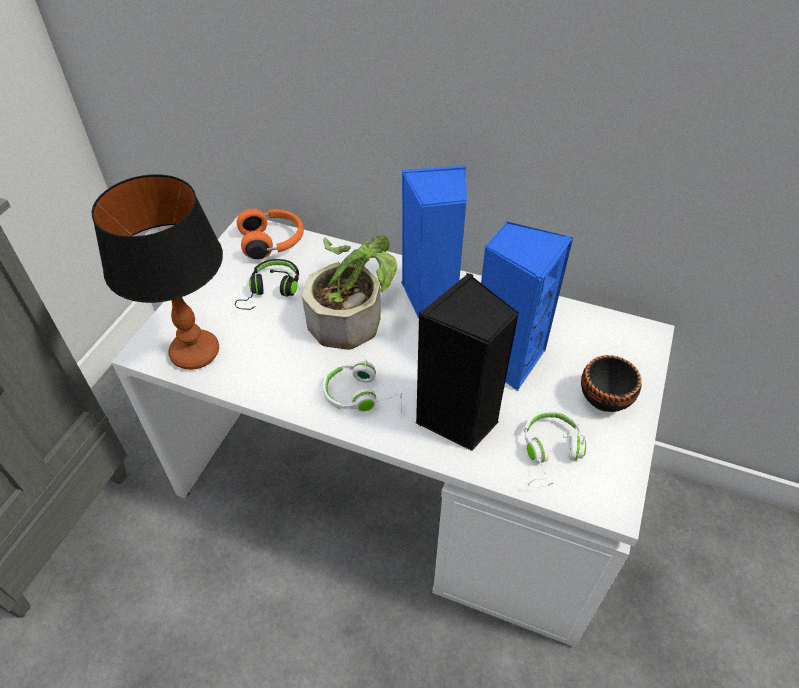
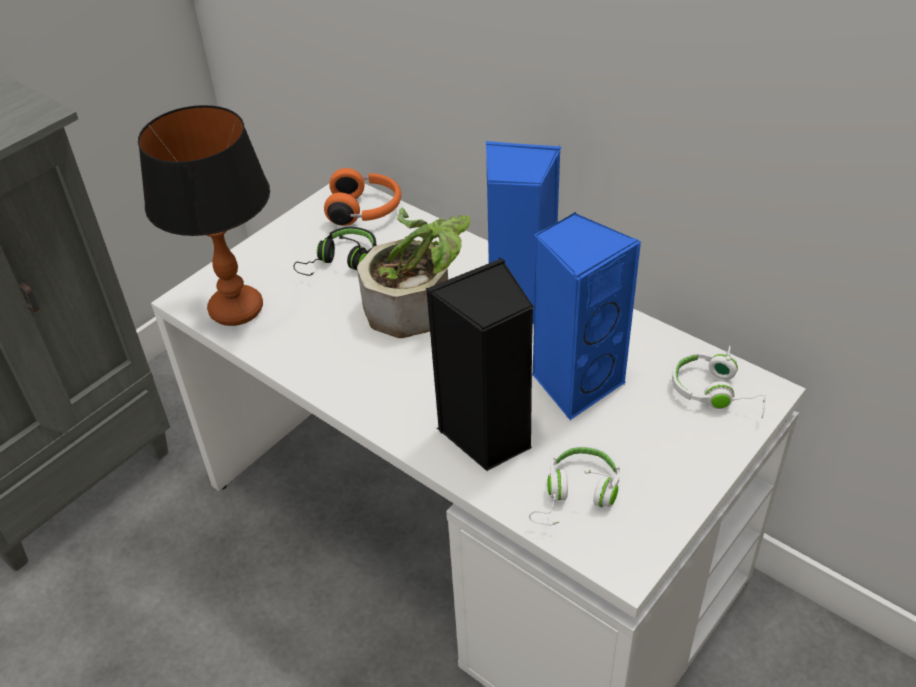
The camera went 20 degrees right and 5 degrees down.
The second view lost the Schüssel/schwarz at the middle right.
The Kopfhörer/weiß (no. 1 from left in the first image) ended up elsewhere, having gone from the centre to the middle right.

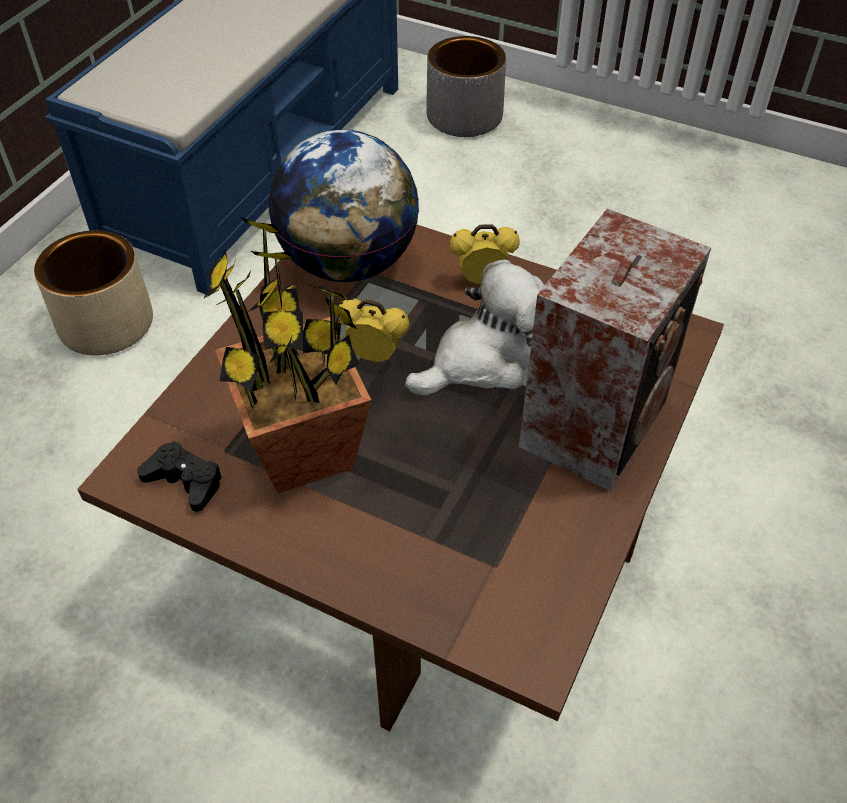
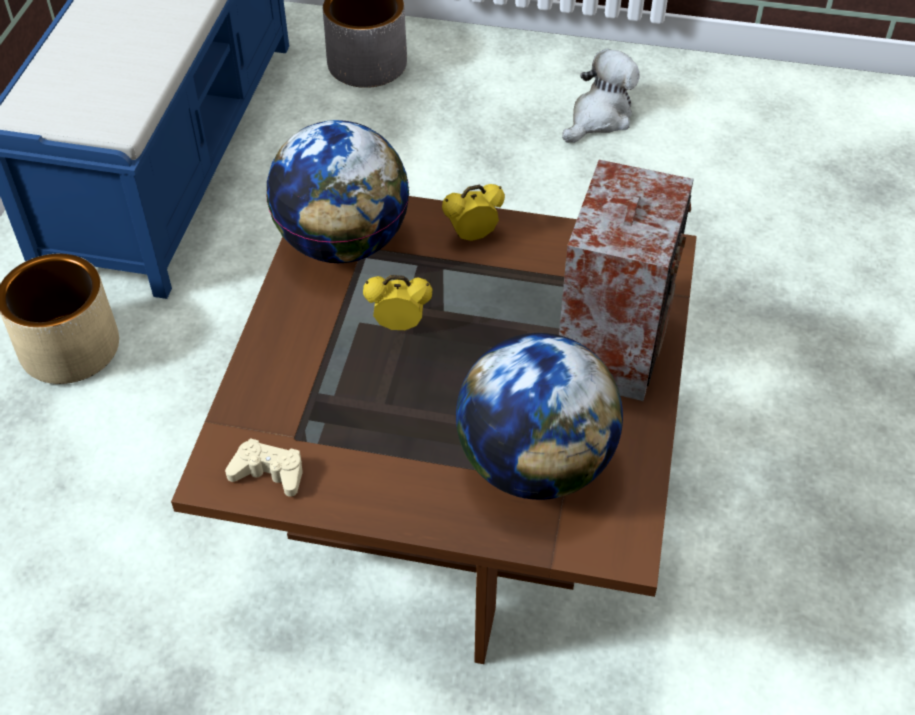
The camera went 15 degrees left and 0 degrees up.
The second view lost the Topfpflanze at the centre.
The second view gained the Globus (no. 2 from left) at the centre.
The Plüschtier ended up elsewhere, having gone from the centre to the top centre.
What was the Gamepad/schwarz at the middle left turned into the Gamepad/beige at the middle left.

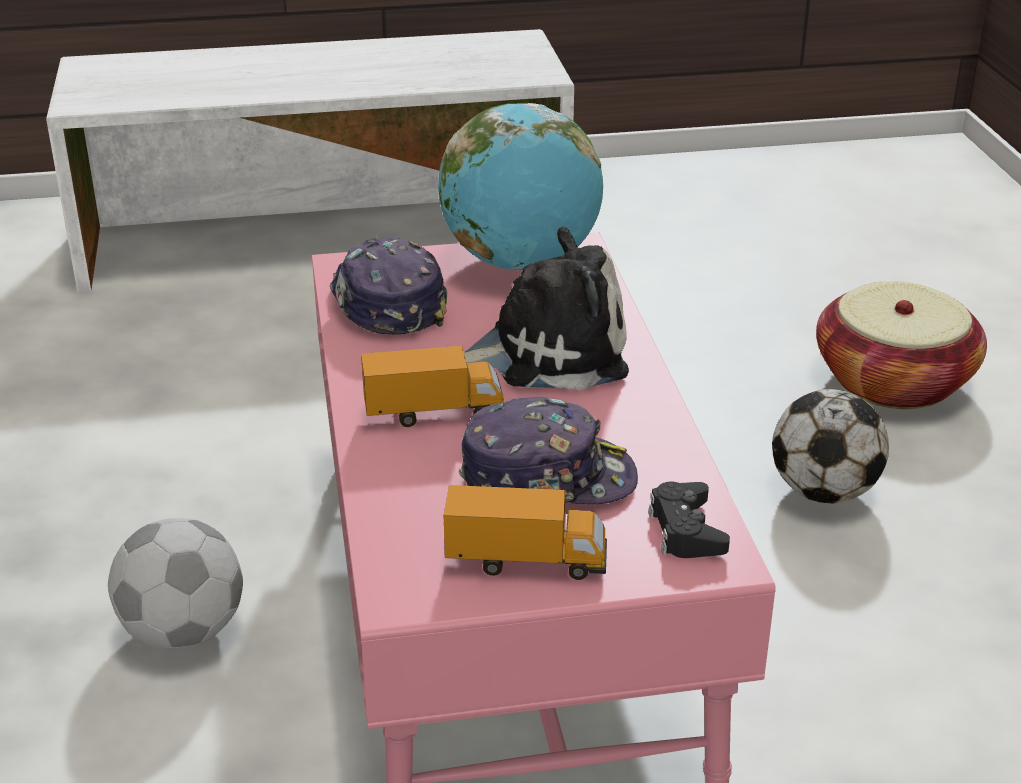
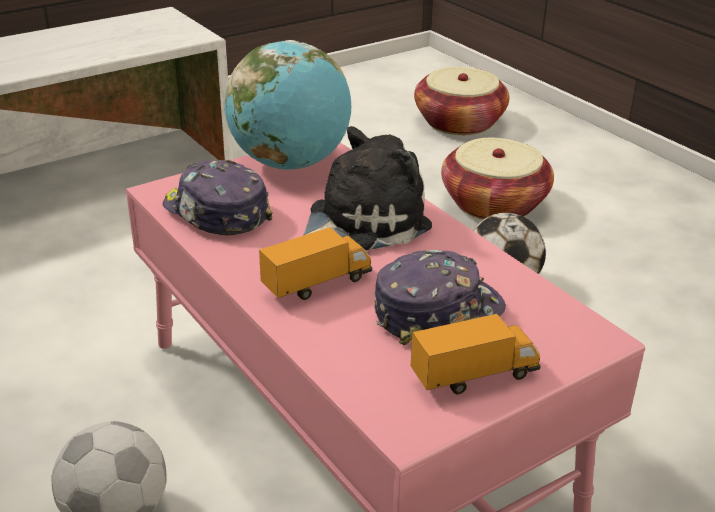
The camera went 25 degrees left and 0 degrees up.
The second view lost the Gamepad/schwarz at the middle right.
The second view gained the Korb (no. 1 from left) at the top centre.

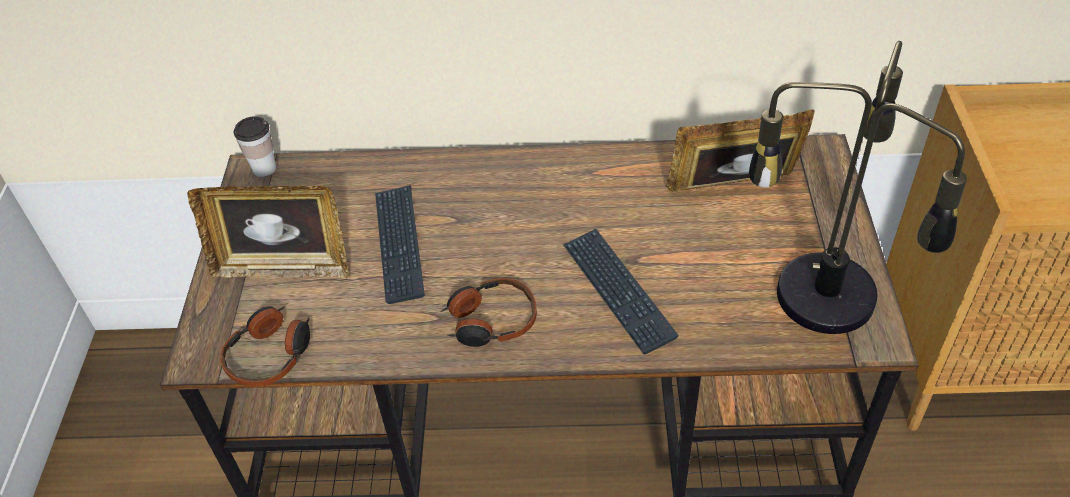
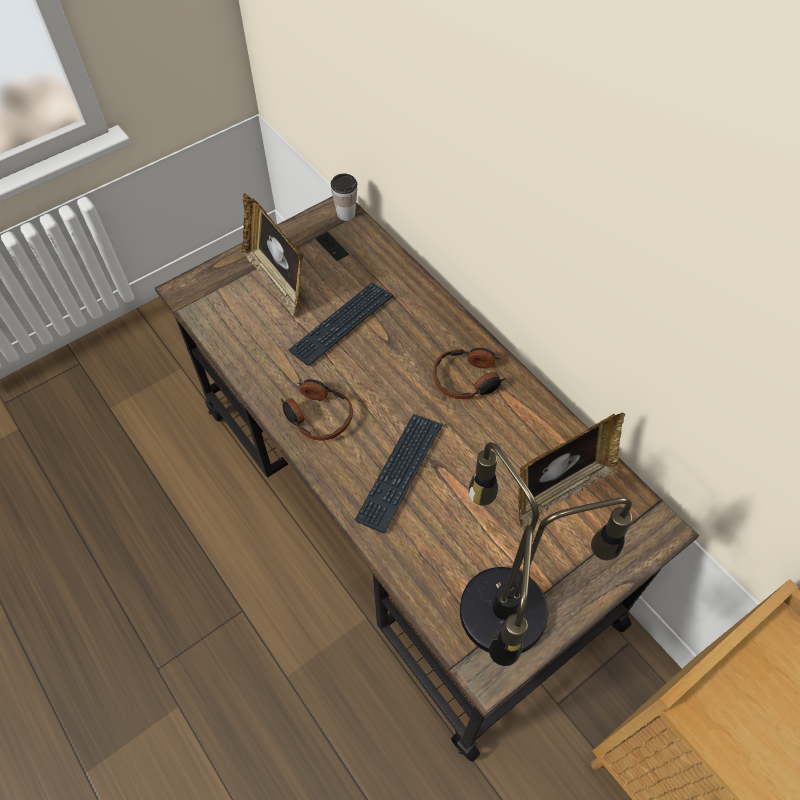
The camera went 50 degrees right and 10 degrees up.
The Kopfhörer (no. 1 from left in the first image) ended up elsewhere, having gone from the bottom left to the centre.
The Bilderrahmen (no. 2 from left) at the top right ended up facing another way, 105 degrees clockwise from before.

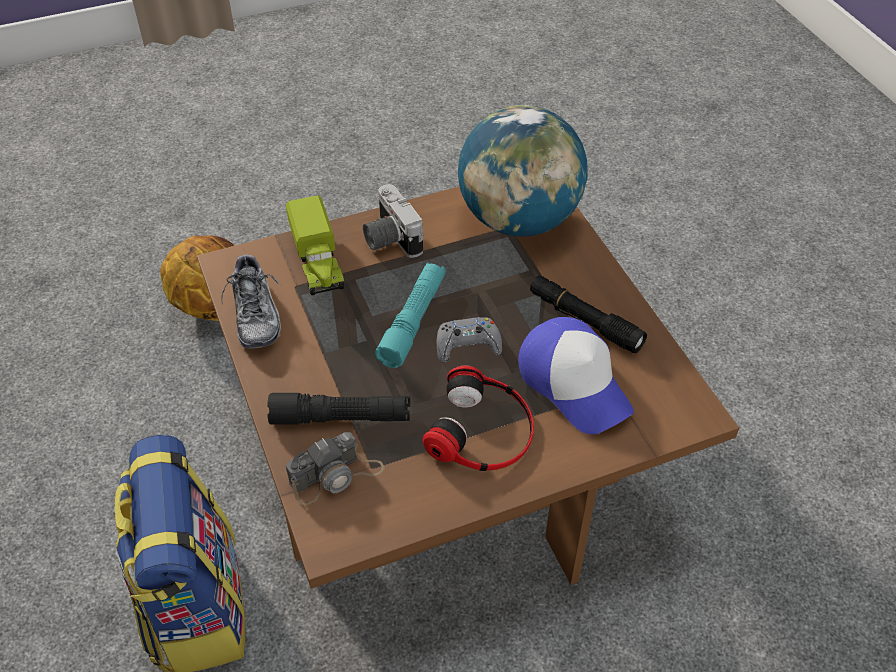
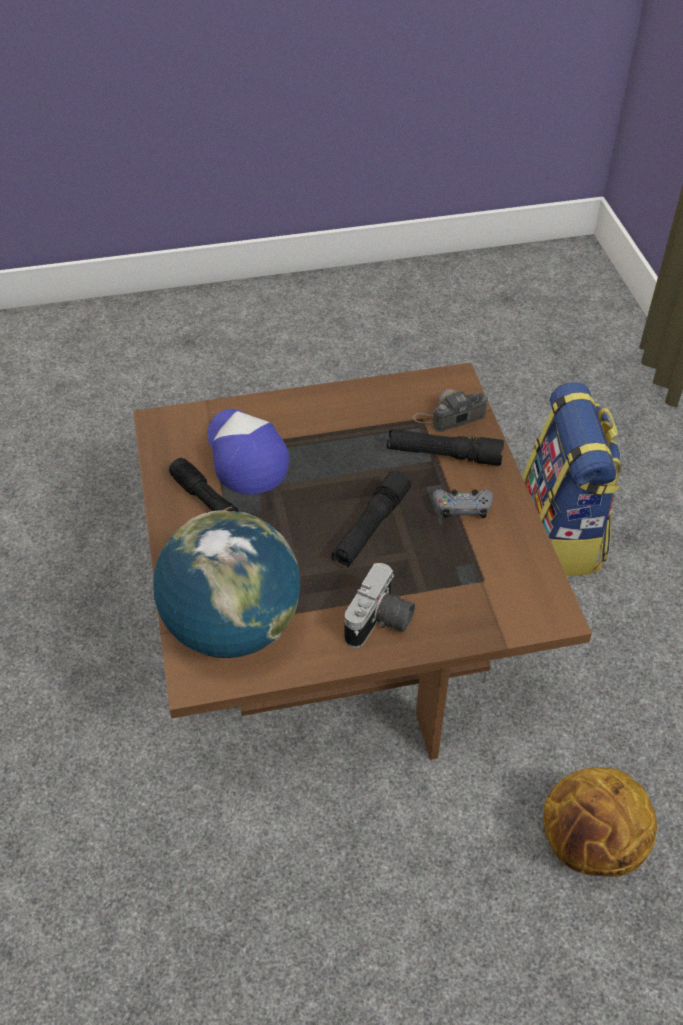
The camera went 170 degrees left and 0 degrees up.
The second view lost the Schuh at the middle left.
The second view lost the Spielzeuglaster at the centre.
The second view lost the Kopfhörer at the centre.
The Gamepad/grau ended up elsewhere, having gone from the centre to the middle right.
What was the Taschenlampe/türkis at the centre turned into the Taschenlampe/schwarz (no. 2 from left) at the centre.
The Kamera (no. 2 from left in the first image) at the top centre ended up facing another way, 45 degrees clockwise from before.

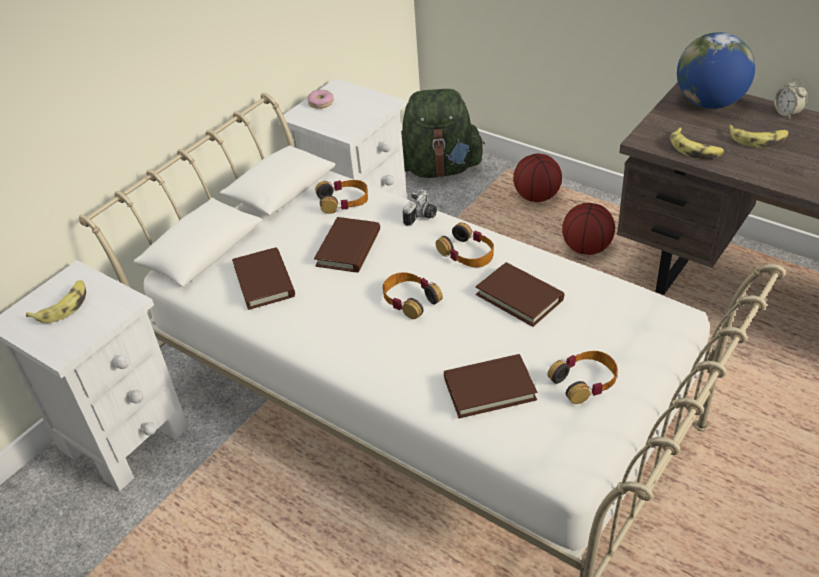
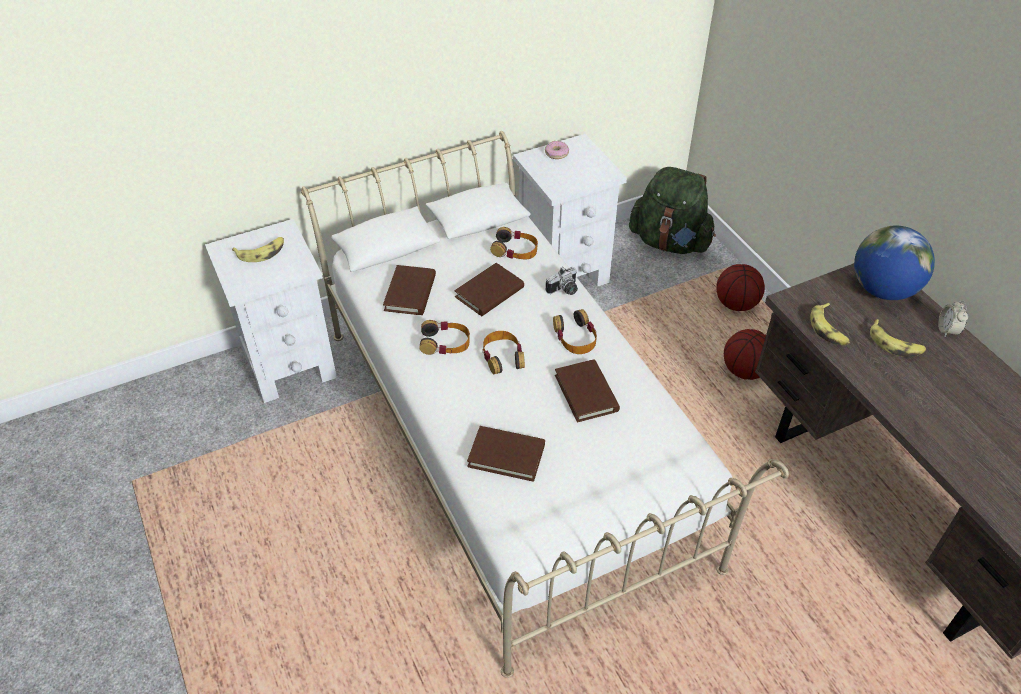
The camera went 25 degrees right and 5 degrees up.
The Kopfhörer (no. 4 from left in the first image) ended up elsewhere, having gone from the middle right to the centre.

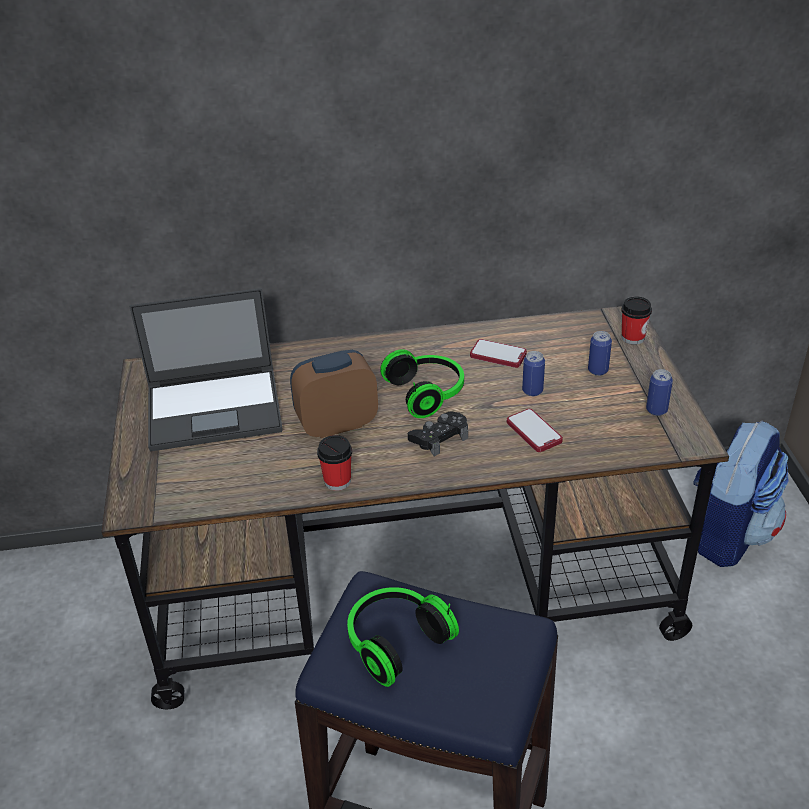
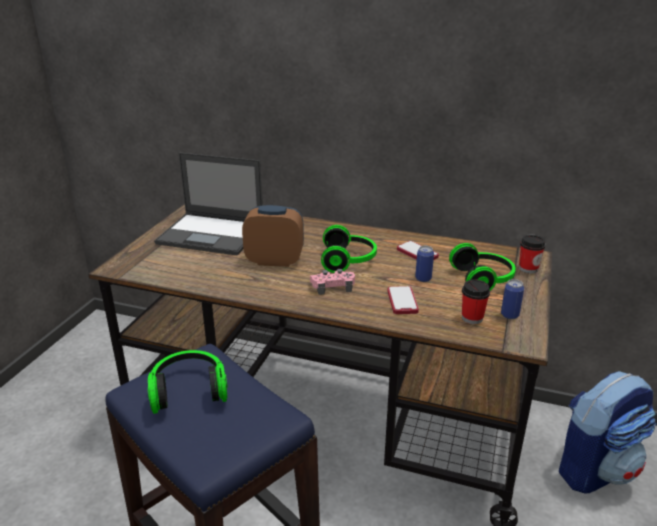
The camera went 25 degrees right and 10 degrees down.
The Tasse (no. 1 from left) ended up elsewhere, having gone from the centre to the middle right.
Where the Dose (no. 2 from left) stood at the middle right, the Kopfhörer (no. 3 from left) came to stand at the middle right.
What was the Gamepad/schwarz at the centre turned into the Gamepad/rosa at the centre.

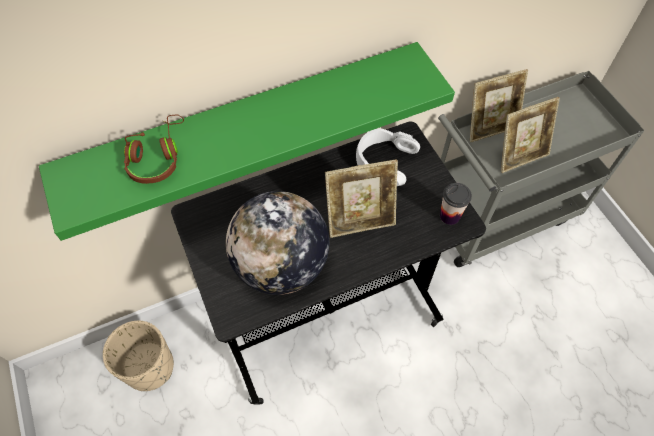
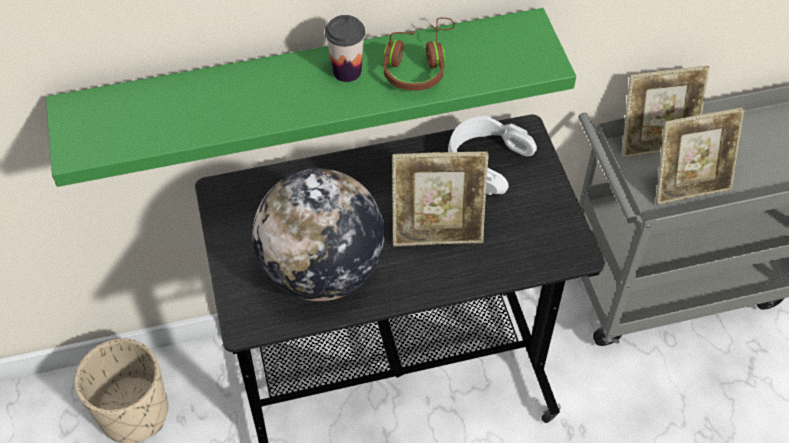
The camera went 10 degrees right and 5 degrees down.
The Kopfhörer/braun ended up elsewhere, having gone from the middle left to the top centre.
The Tasse ended up elsewhere, having gone from the middle right to the top centre.

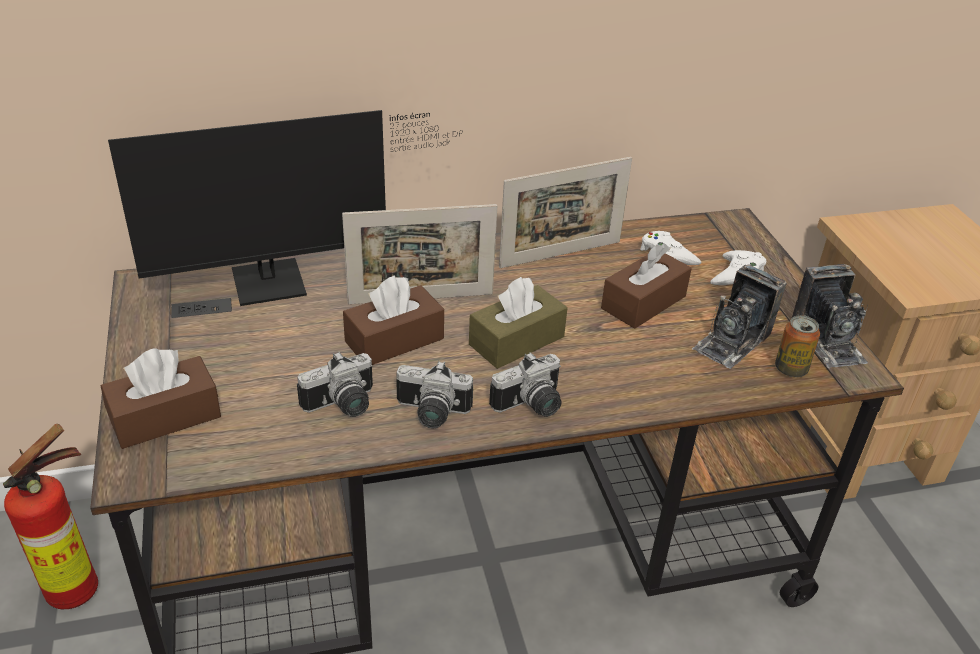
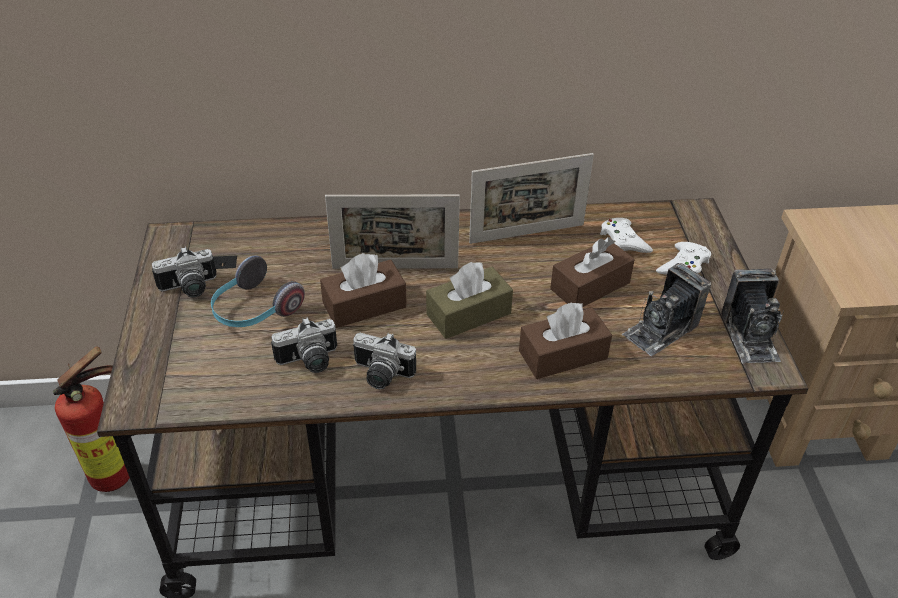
The camera went 10 degrees right and 5 degrees up.
The second view lost the Monitor at the top left.
The second view lost the Dose at the middle right.
The second view gained the Kopfhörer at the middle left.
The Taschentuchbox/braun (no. 1 from left in the first image) ended up elsewhere, having gone from the middle left to the centre.
The Kamera (no. 3 from left in the first image) ended up elsewhere, having gone from the centre to the middle left.

